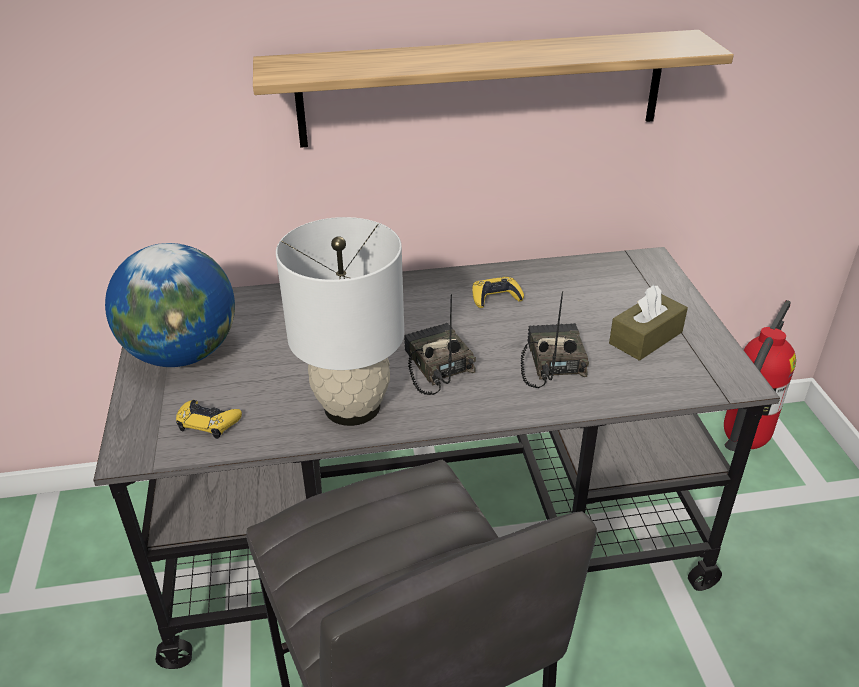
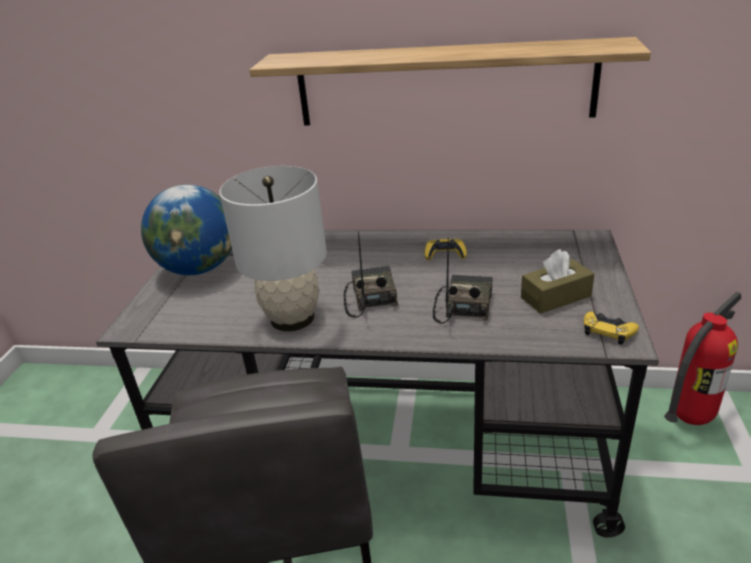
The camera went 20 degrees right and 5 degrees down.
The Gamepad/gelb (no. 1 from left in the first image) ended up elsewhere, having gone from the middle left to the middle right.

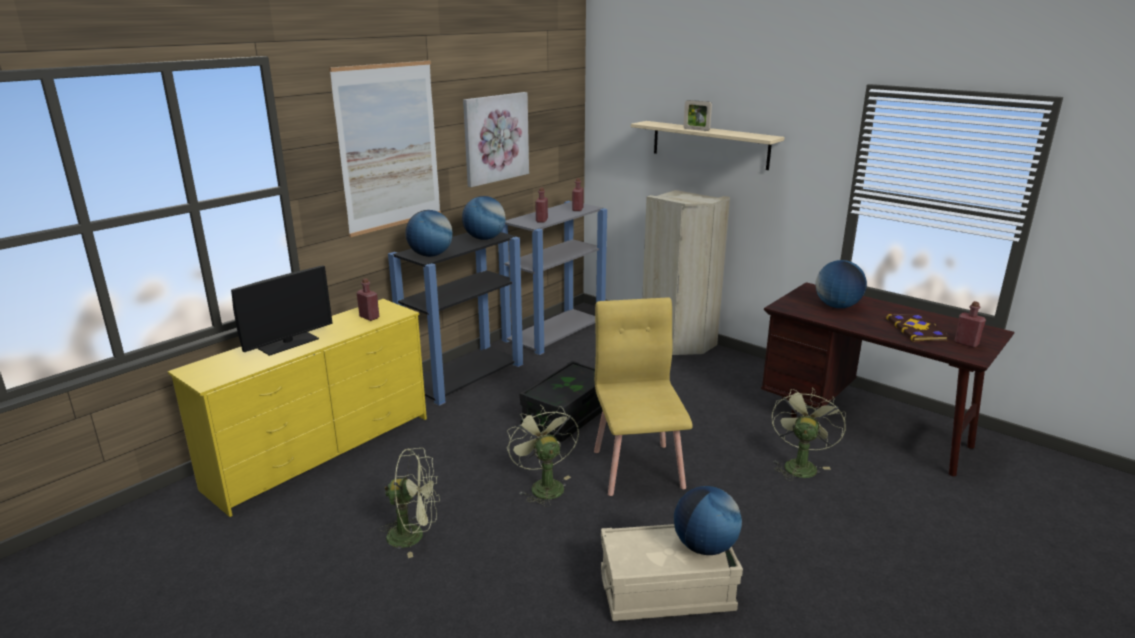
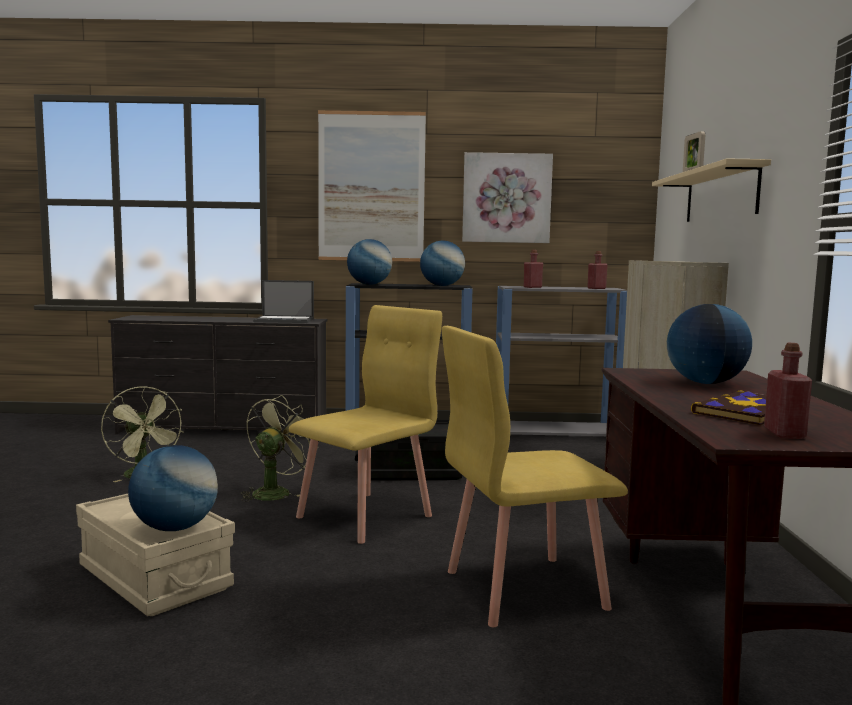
The camera went 50 degrees right and 15 degrees down.
The second view lost the Monitor at the middle left.
Where the Flasche/rot (no. 1 from left) stood at the middle left, the Laptop came to stand at the middle left.
Where the Ventilator/grün (no. 3 from left) stood at the bottom right, the Stuhl/gelb (no. 2 from left) came to stand at the bottom centre.
What was the Kommode/gelb at the middle left turned into the Kommode/schwarz at the middle left.

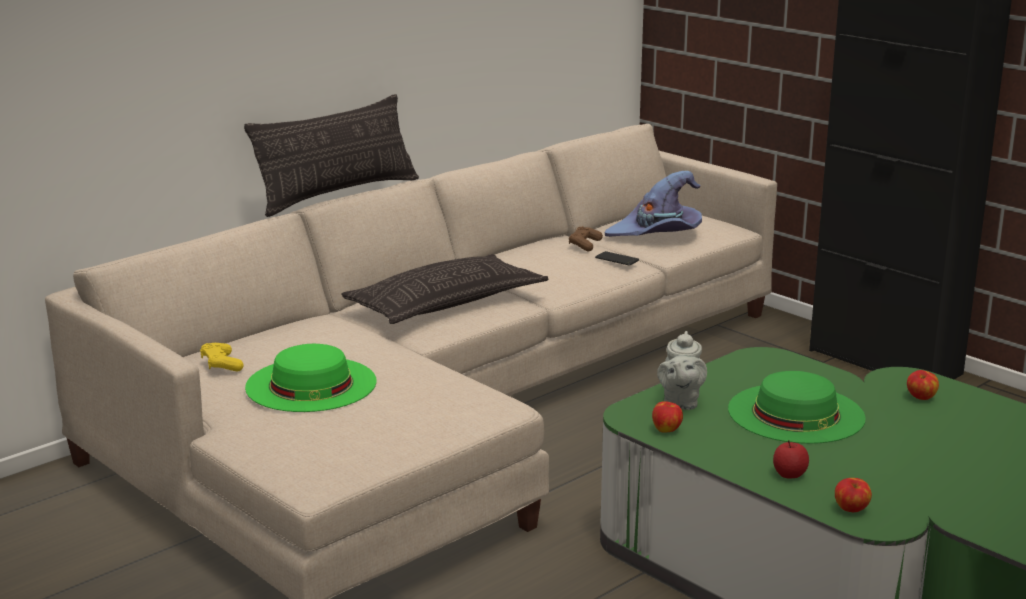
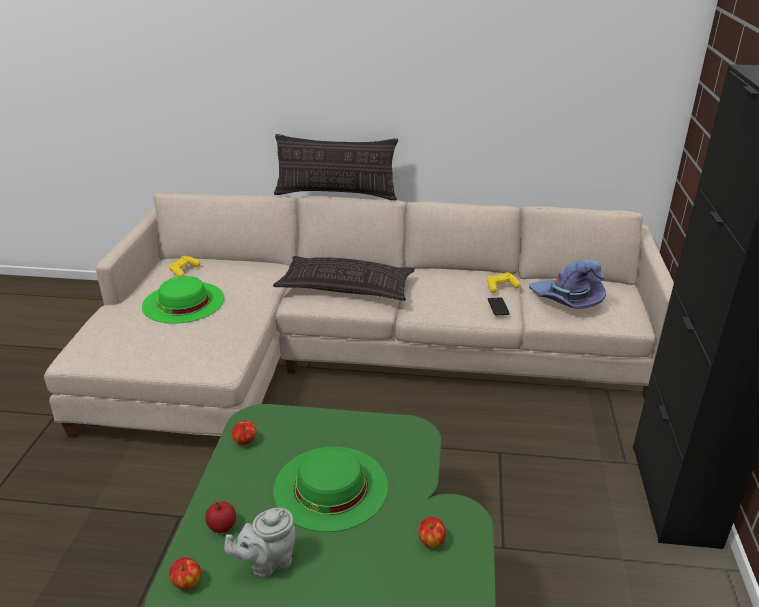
The camera went 50 degrees right and 10 degrees up.
The Teekanne/grau ended up elsewhere, having gone from the centre to the bottom centre.
What was the Gamepad/braun at the centre turned into the Gamepad/gelb (no. 2 from left) at the centre.

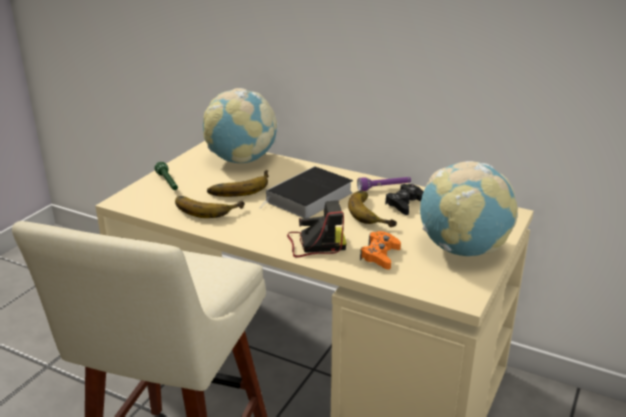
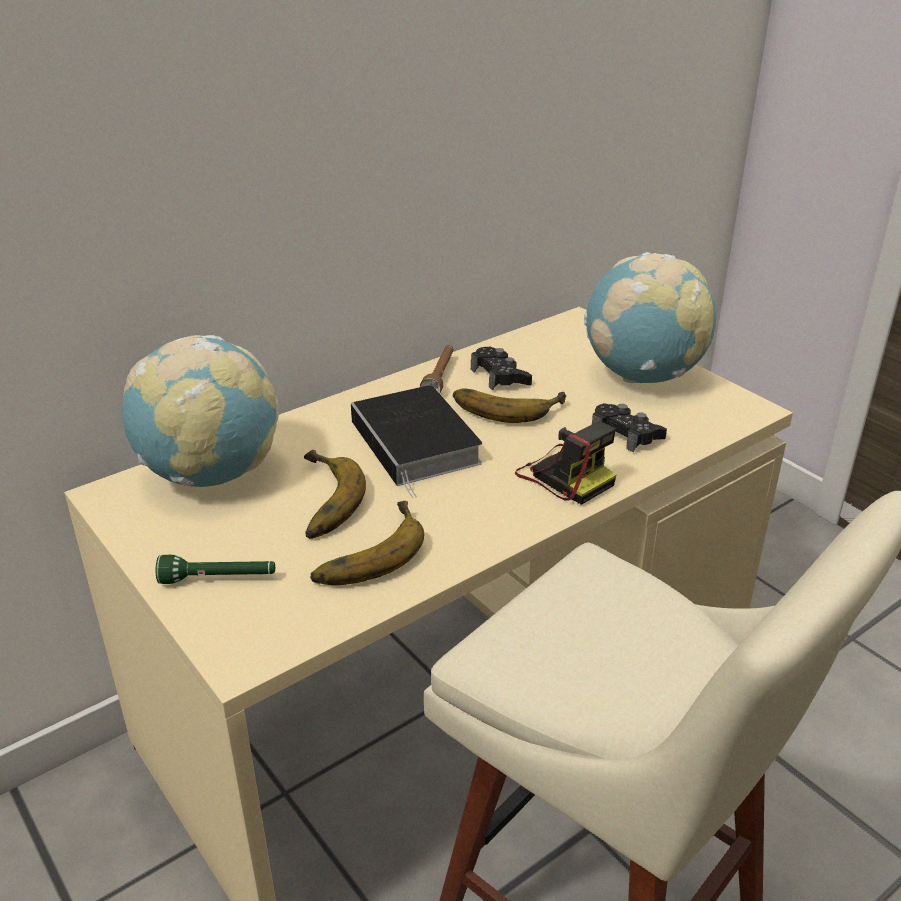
The camera went 65 degrees left and 5 degrees up.
What was the Taschenlampe/lila at the centre turned into the Taschenlampe/braun at the centre.
What was the Gamepad/orange at the centre turned into the Gamepad/schwarz (no. 2 from left) at the middle right.
The Kamera at the centre ended up facing another way, 120 degrees clockwise from before.

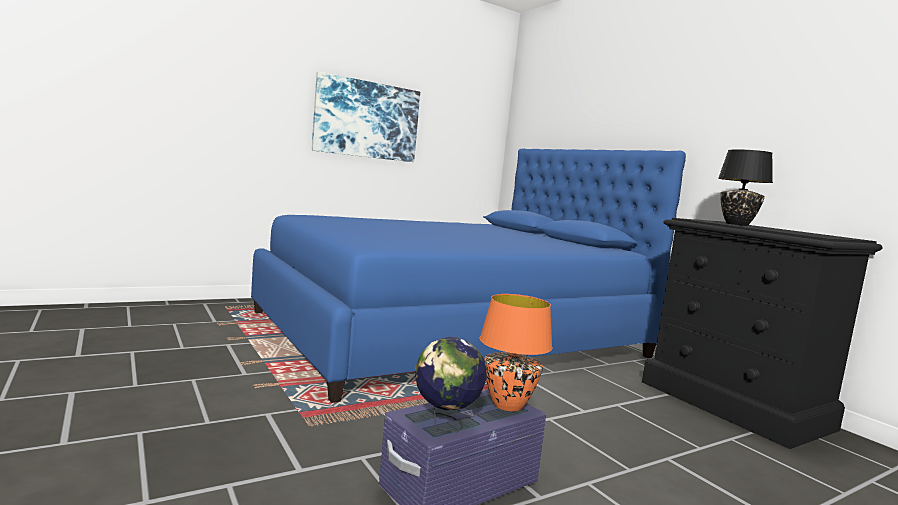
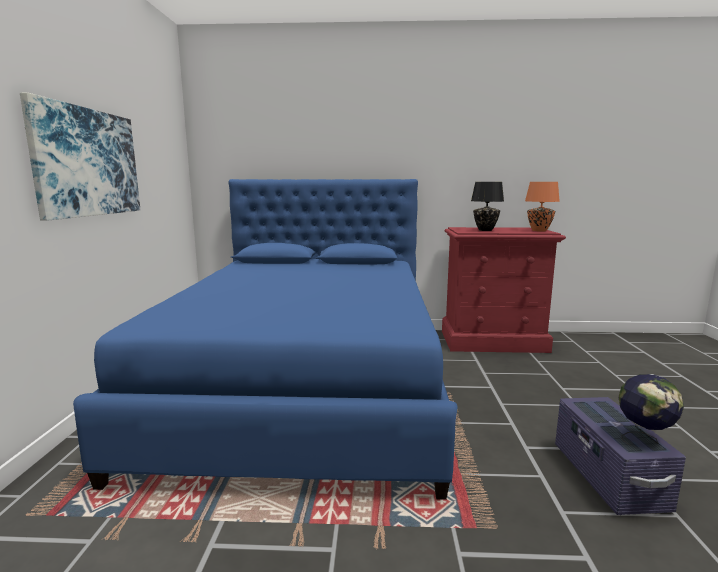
The camera went 55 degrees left and 5 degrees up.
The Tischlampe/orange ended up elsewhere, having gone from the bottom centre to the middle right.
What was the Kommode/schwarz at the middle right turned into the Kommode/rot at the middle right.

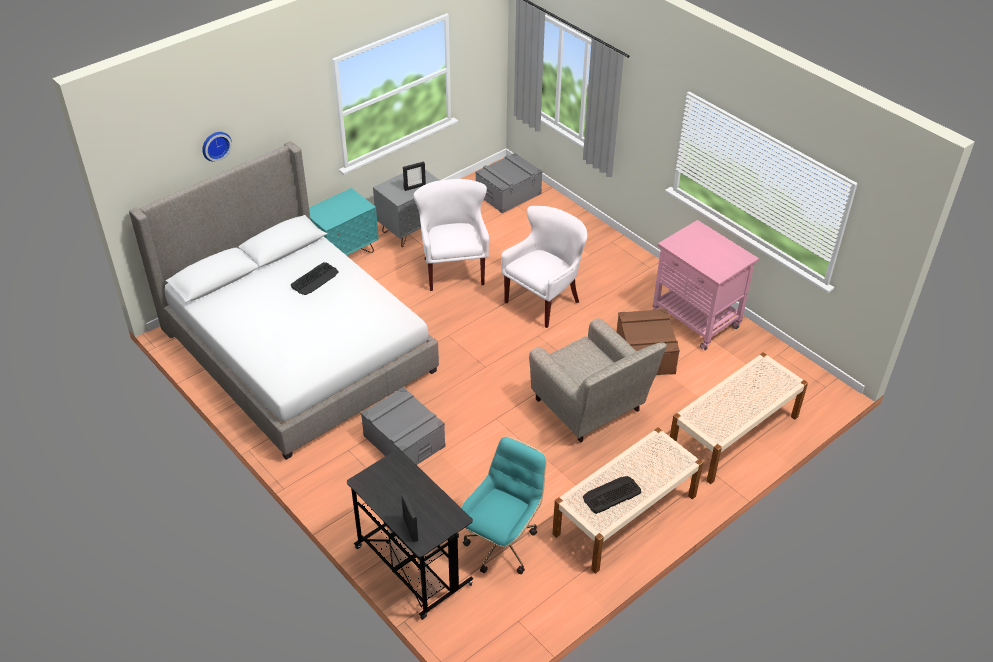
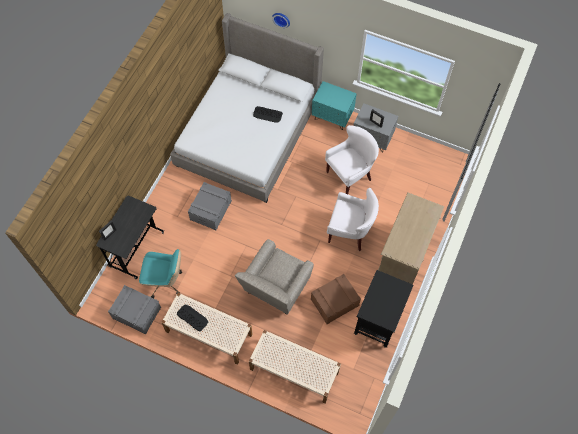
The camera went 65 degrees right and 20 degrees up.
The second view gained the Kommode/beige at the middle right.
The Aufbewahrungsbox/grau (no. 2 from left in the first image) ended up elsewhere, having gone from the top centre to the bottom left.
What was the Rollwagen/rosa at the middle right turned into the Rollwagen/schwarz at the bottom centre.

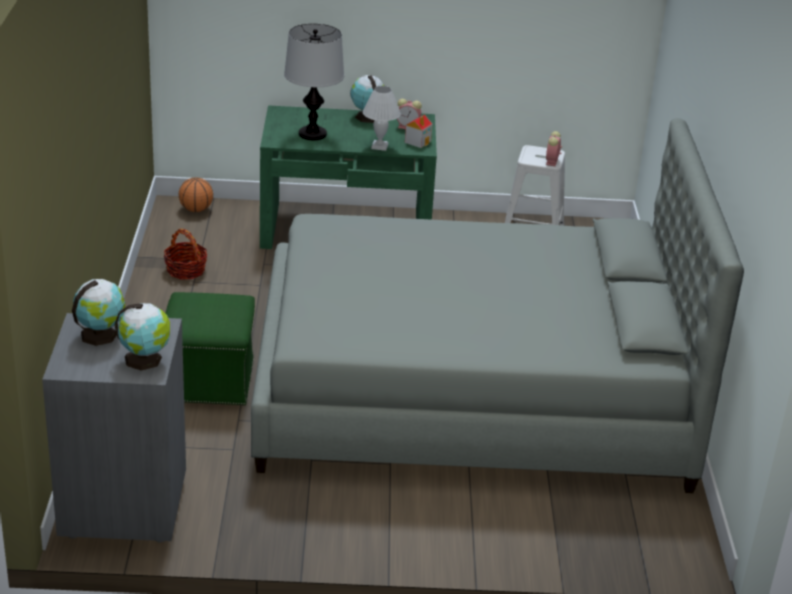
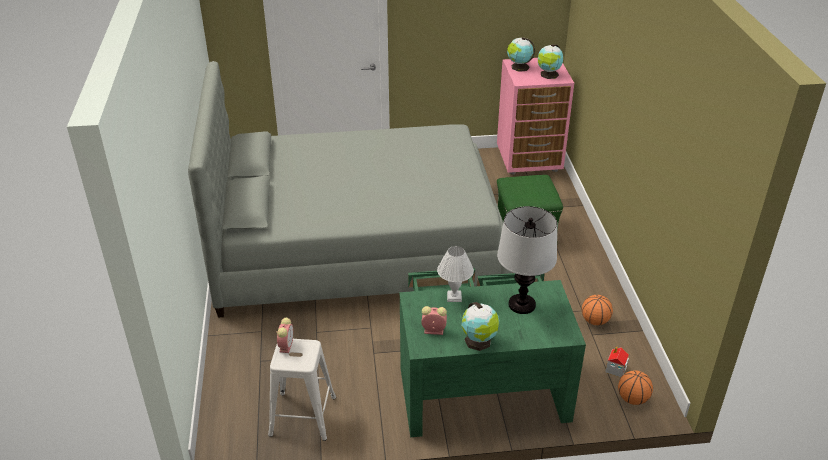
The camera went 175 degrees right and 5 degrees up.
The Spielzeughaus ended up elsewhere, having gone from the top centre to the bottom right.
Where the Korb stood at the middle left, the Basketball (no. 1 from left) came to stand at the bottom right.
What was the Kommode/grau at the bottom left turned into the Kommode/rosa at the top centre.

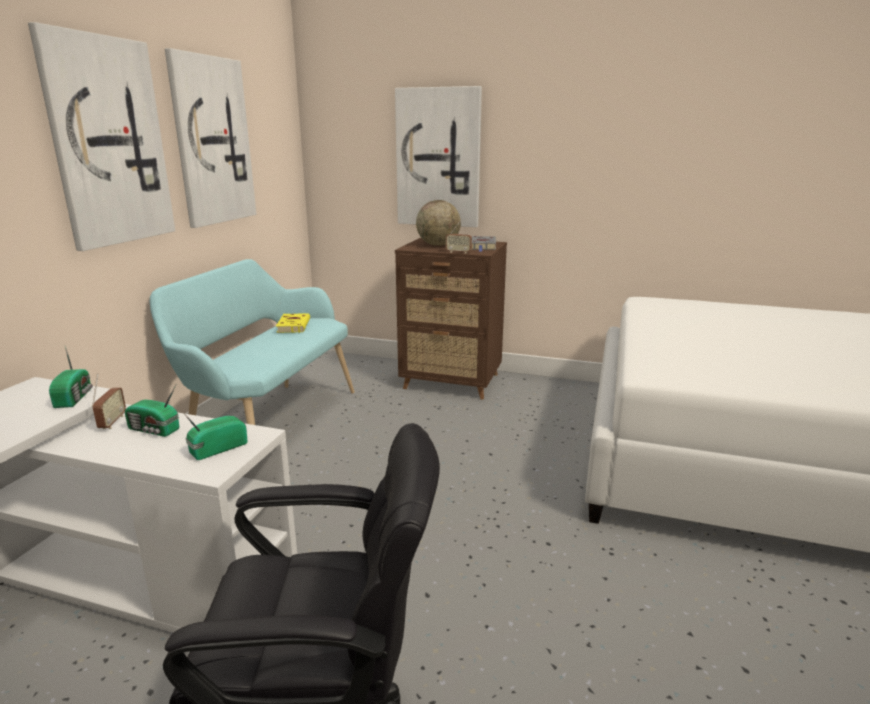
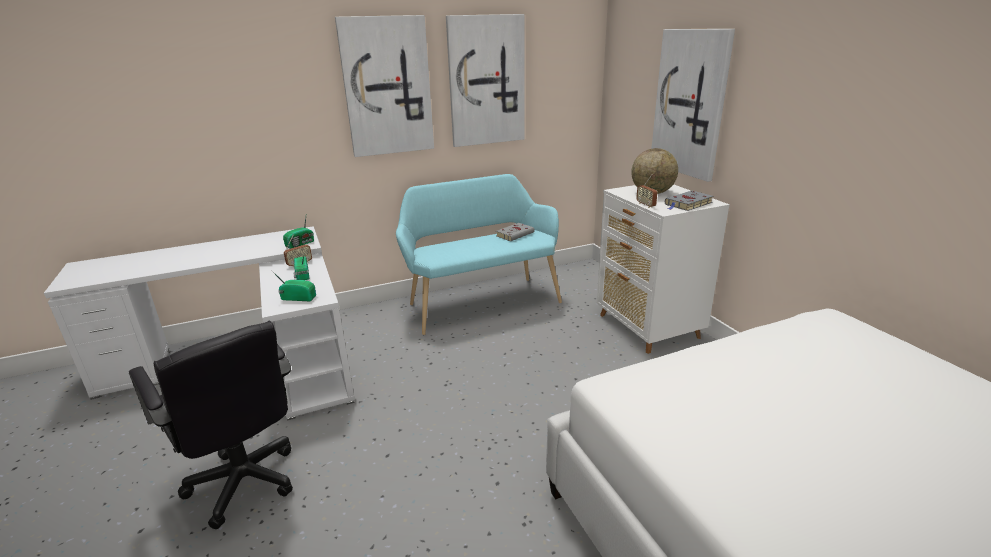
The camera went 50 degrees right and 5 degrees up.
What was the Buch/gelb at the centre turned into the Buch/grau (no. 1 from left) at the centre.
What was the Kommode/braun at the centre turned into the Kommode/weiß at the middle right.

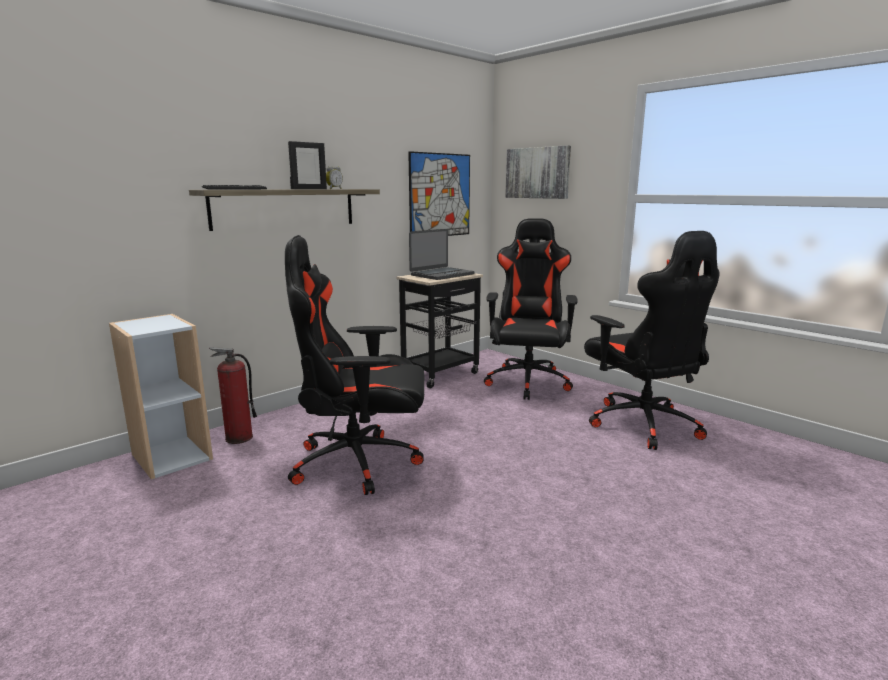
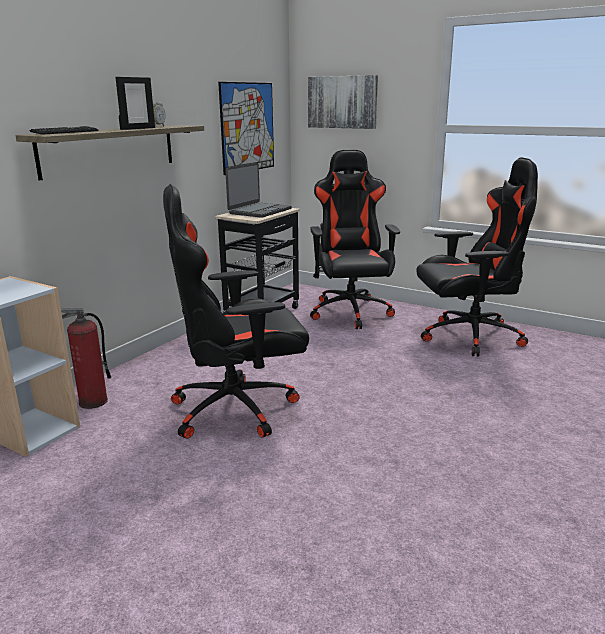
The camera went 15 degrees left and 5 degrees up.
The Bürostuhl/schwarz (no. 3 from left) at the middle right ended up facing another way, 60 degrees counterclockwise from before.

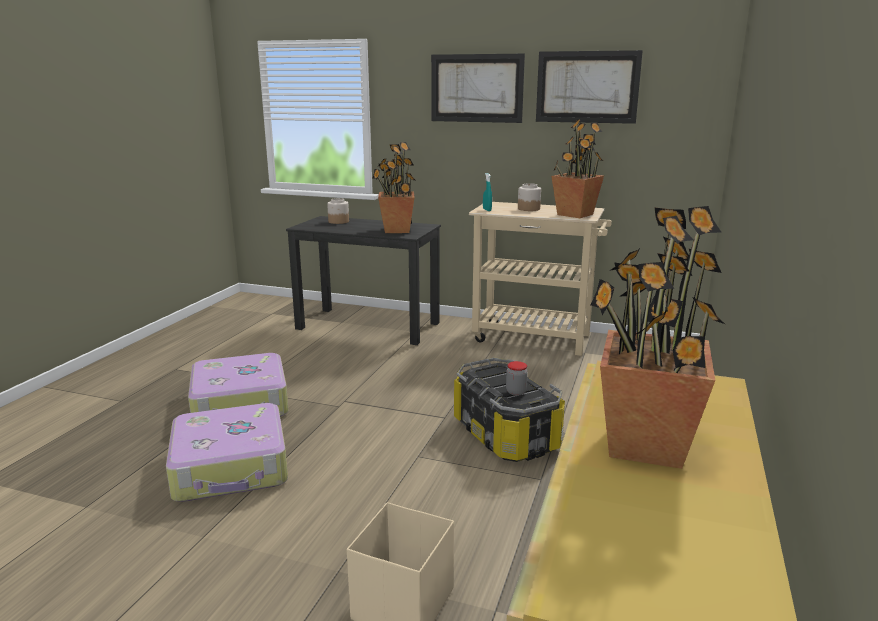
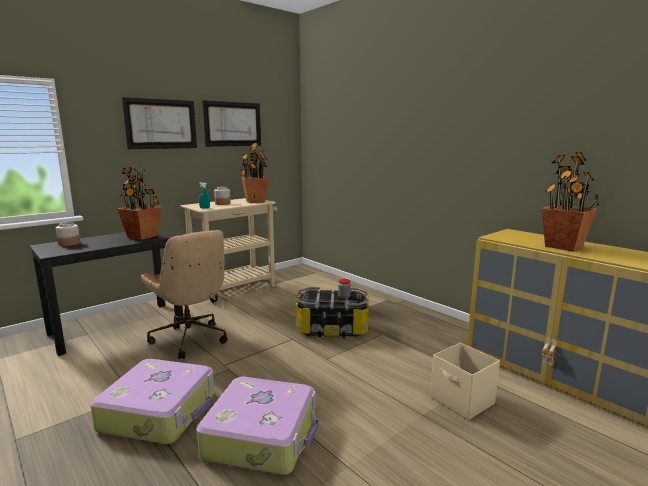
The camera went 60 degrees left and 5 degrees down.
The second view gained the Bürostuhl/braun at the middle left.

